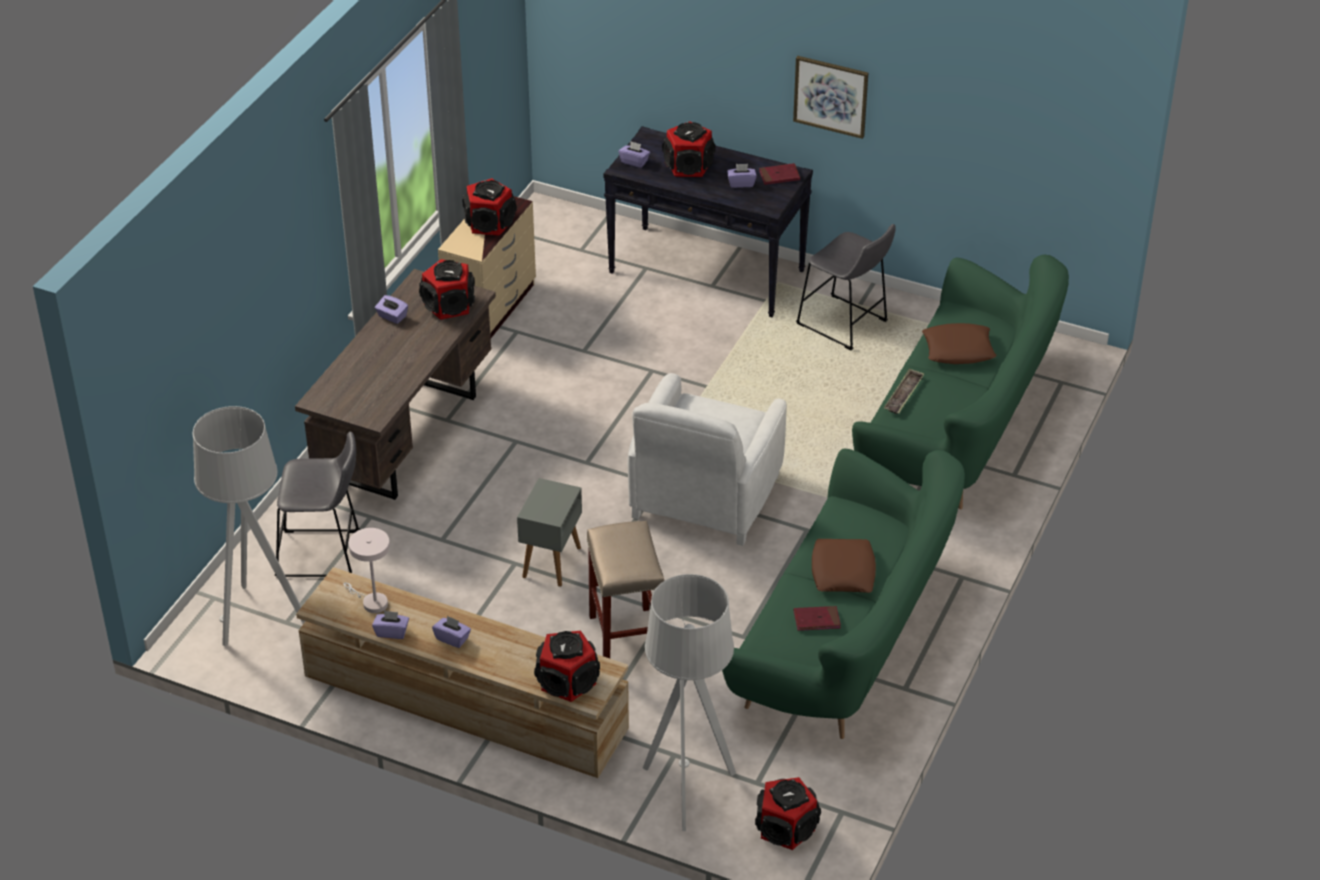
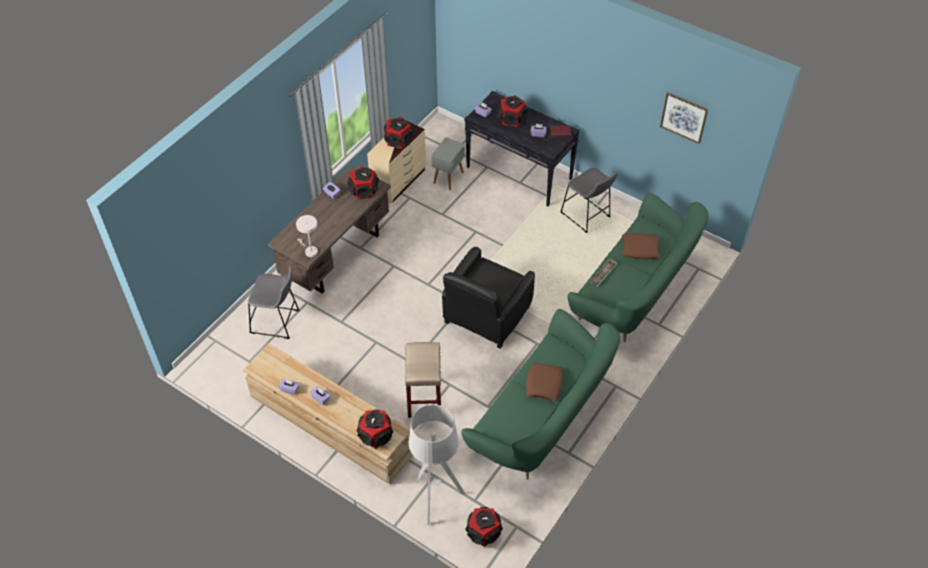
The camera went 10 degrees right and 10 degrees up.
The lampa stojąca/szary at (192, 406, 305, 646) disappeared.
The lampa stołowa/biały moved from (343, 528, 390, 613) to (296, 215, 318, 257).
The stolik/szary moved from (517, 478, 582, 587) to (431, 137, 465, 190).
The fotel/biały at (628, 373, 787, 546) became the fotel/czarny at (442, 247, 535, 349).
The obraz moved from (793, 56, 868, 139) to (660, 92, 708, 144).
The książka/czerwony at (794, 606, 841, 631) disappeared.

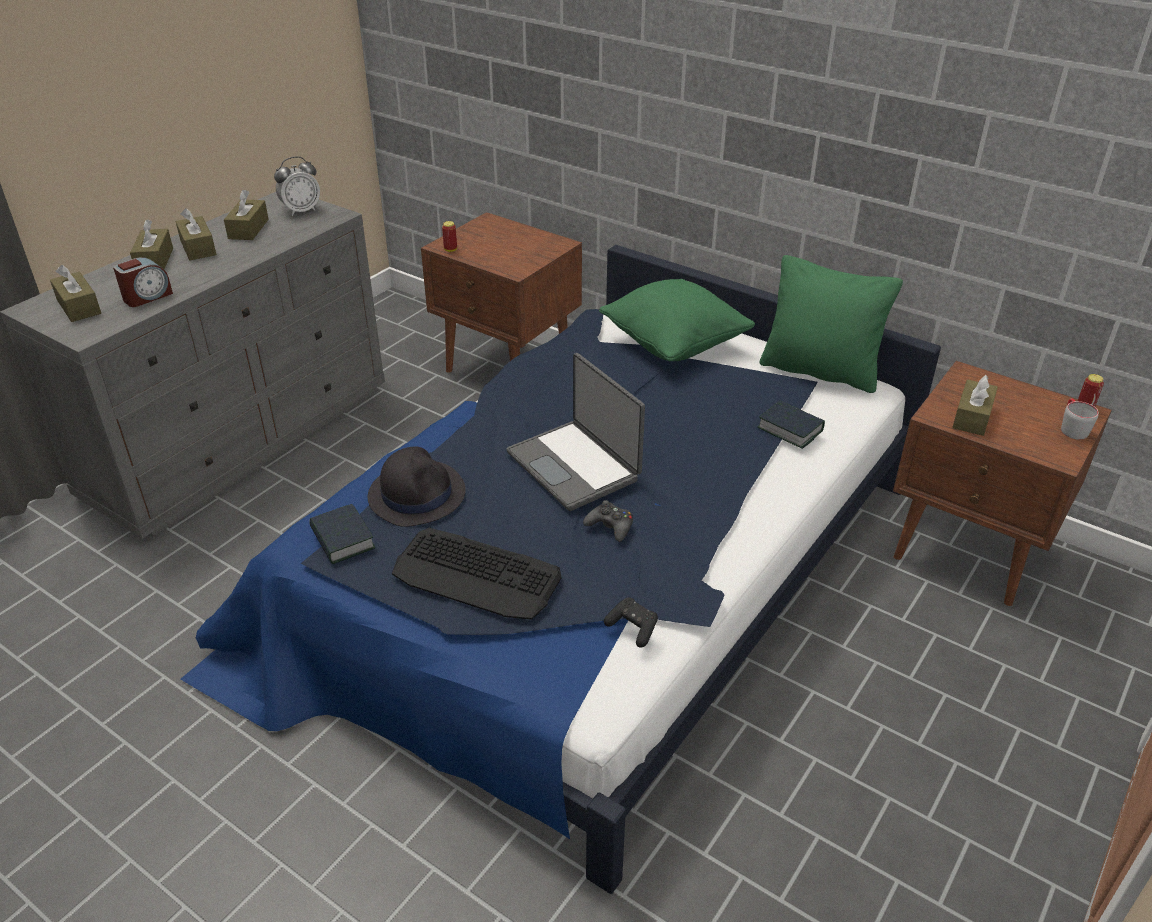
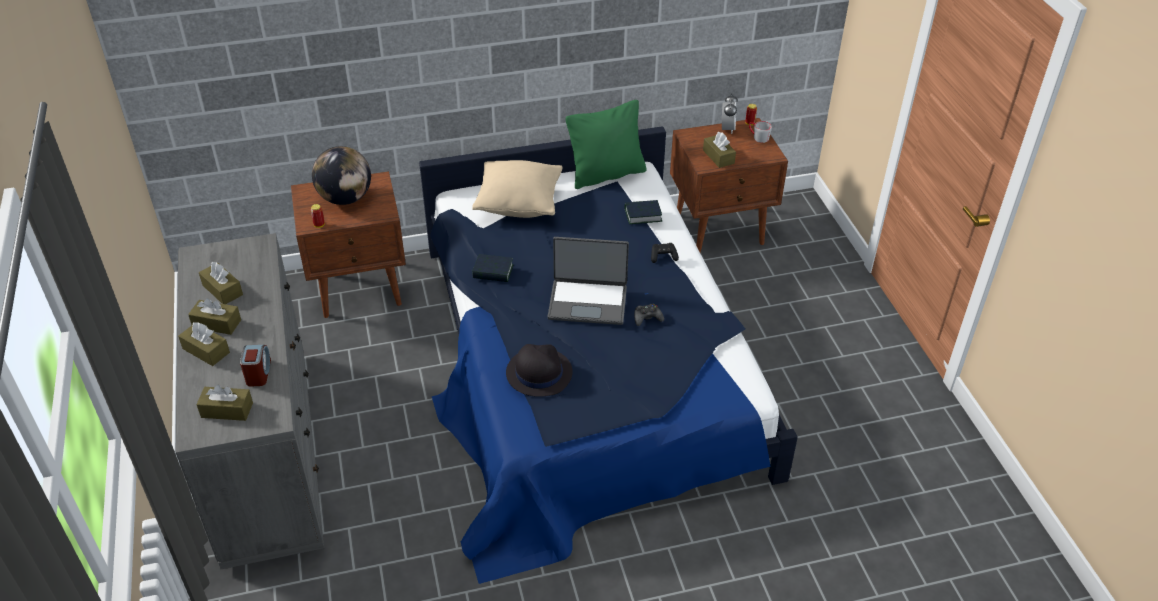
The camera went 50 degrees left and 5 degrees up.
The budzik moved from (274, 156, 320, 216) to (722, 94, 738, 134).
The książka moved from (309, 504, 375, 564) to (472, 254, 513, 282).
The klawiatura at (392, 528, 561, 620) disappeared.
The poduszka/zielony at (599, 279, 755, 361) became the poduszka/beżowy at (472, 160, 563, 218).
The pad do gier/czarny moved from (604, 597, 658, 648) to (651, 243, 679, 263).
The globus at (312, 146, 371, 205) appeared.

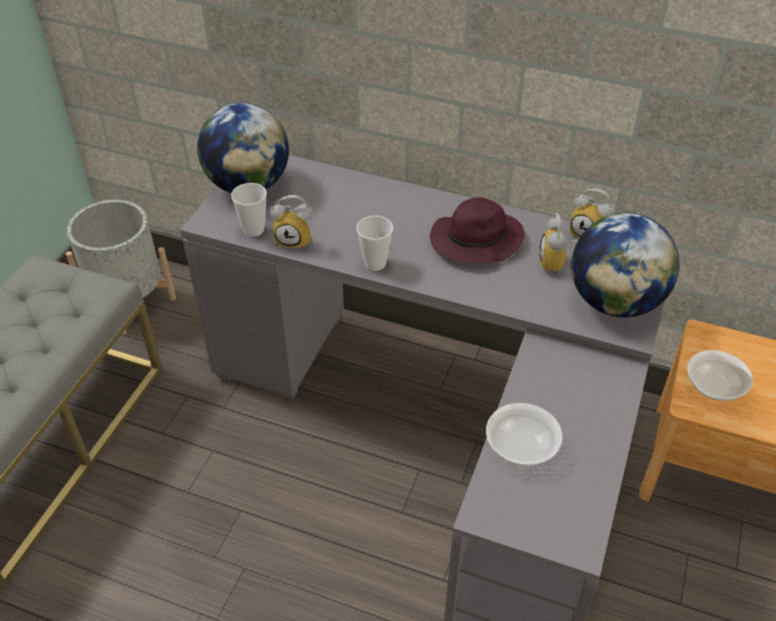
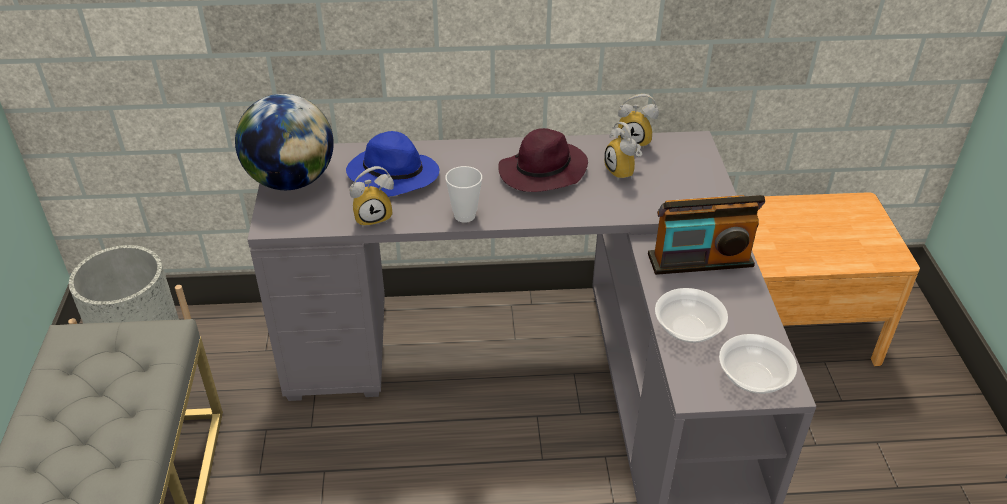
The camera went 25 degrees left and 5 degrees down.
The filiżanka at (231, 183, 267, 237) disappeared.
The globus at (571, 213, 680, 317) disappeared.
The miska moved from (687, 350, 753, 401) to (719, 334, 797, 394).
The kapelusz/niebieski at (346, 131, 439, 197) appeared.
The radio at (648, 195, 765, 275) appeared.

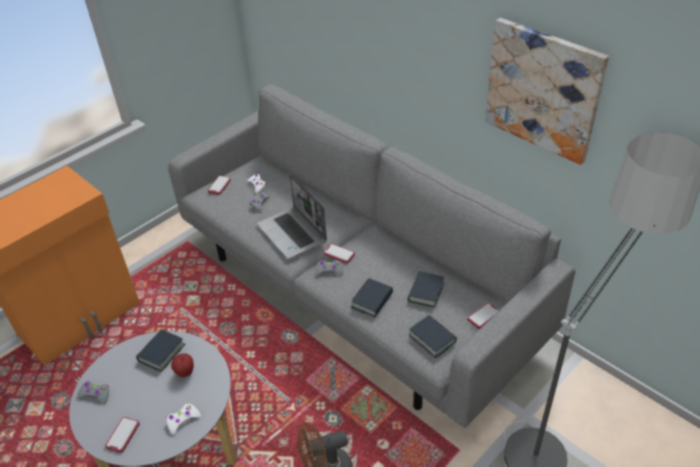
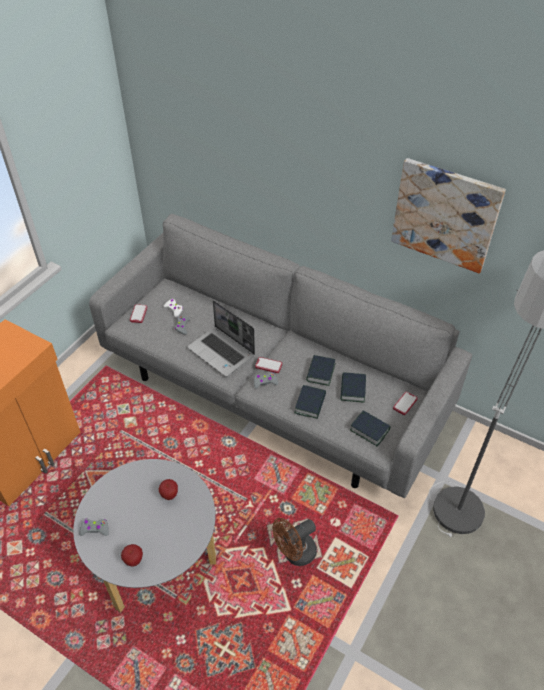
The camera went 15 degrees left and 5 degrees up.
The telefon at (105, 417, 140, 453) was replaced by the jabłko at (121, 544, 143, 567).
The książka moved from (136, 329, 186, 372) to (306, 355, 335, 386).
The pad do gier/biały at (166, 403, 201, 435) disappeared.

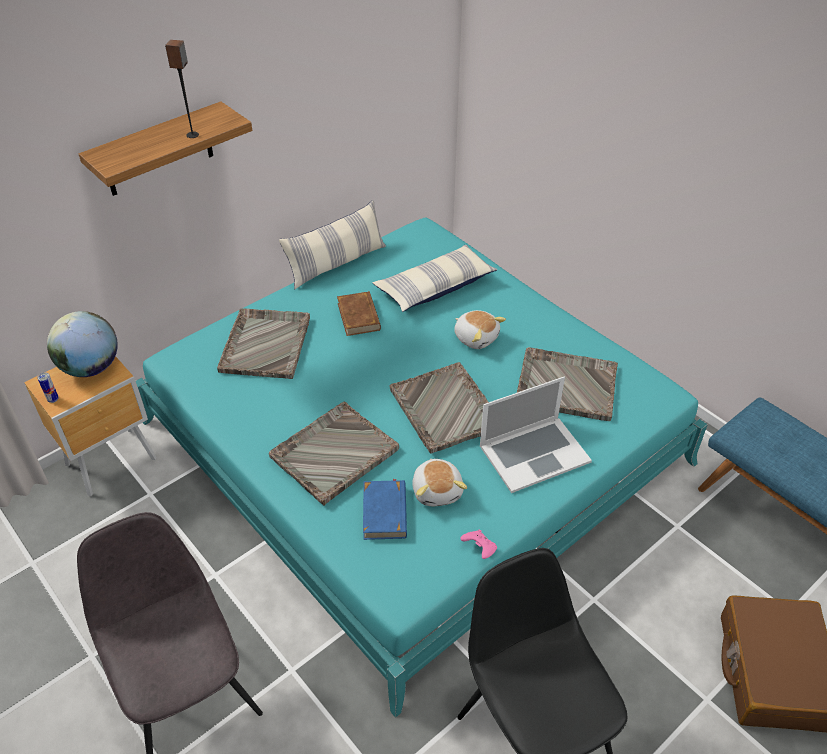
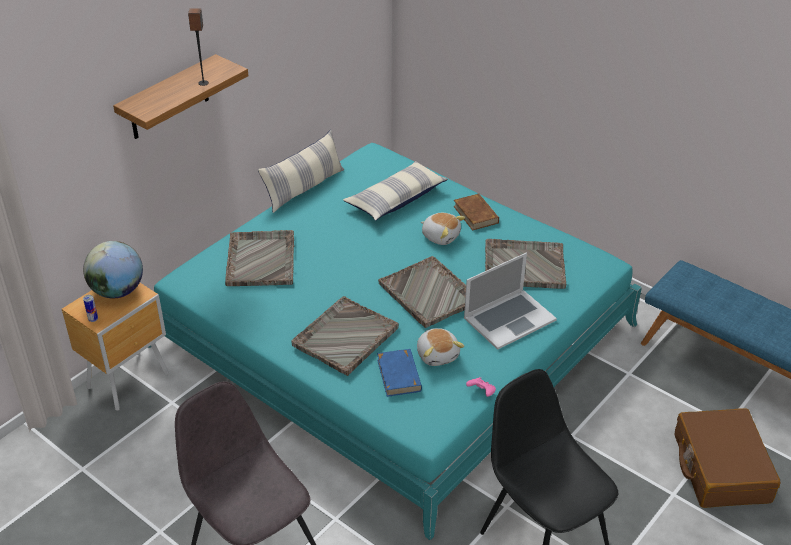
The camera went 10 degrees left and 5 degrees down.
The książka/brązowy moved from (337, 291, 381, 336) to (454, 194, 499, 231).

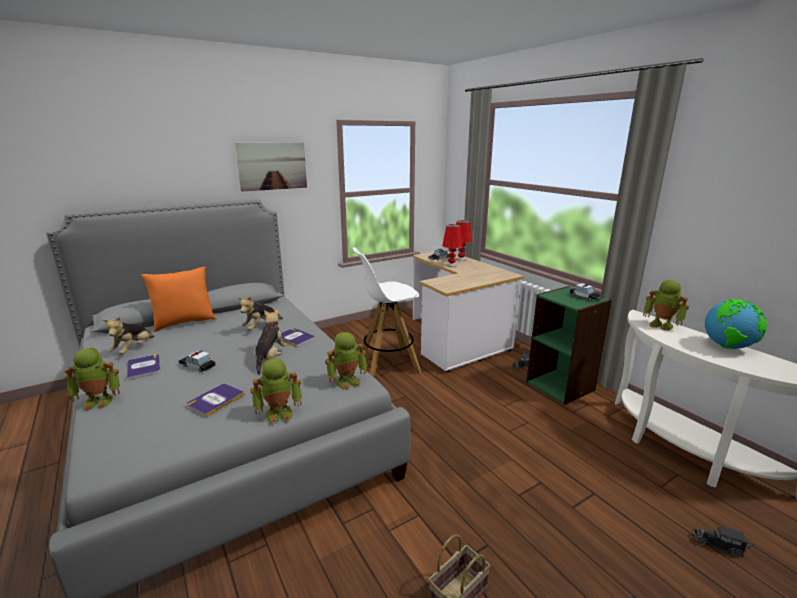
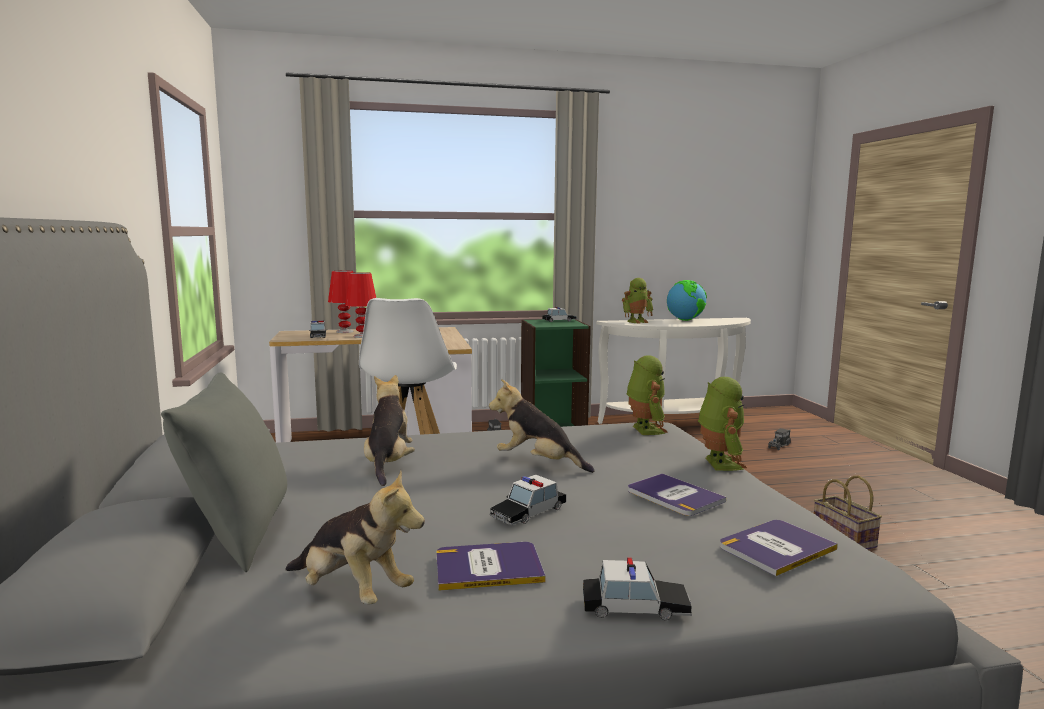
The camera went 70 degrees left and 10 degrees down.
The robot zabawkowy at (64, 348, 120, 411) was replaced by the samochodzik at (583, 557, 692, 620).
The poduszka/pomarańczowy at (141, 267, 216, 332) became the poduszka/szary at (161, 372, 287, 572).
The obraz at (235, 142, 307, 192) disappeared.
The pluszak at (238, 297, 283, 330) turned 150 degrees counterclockwise.
The książka moved from (281, 328, 315, 347) to (720, 520, 838, 576).

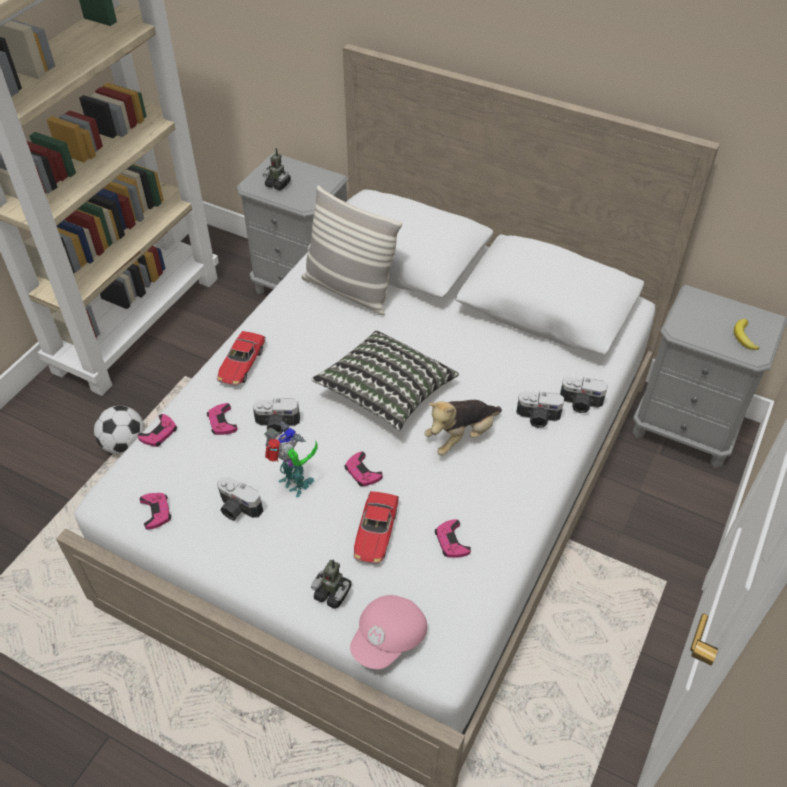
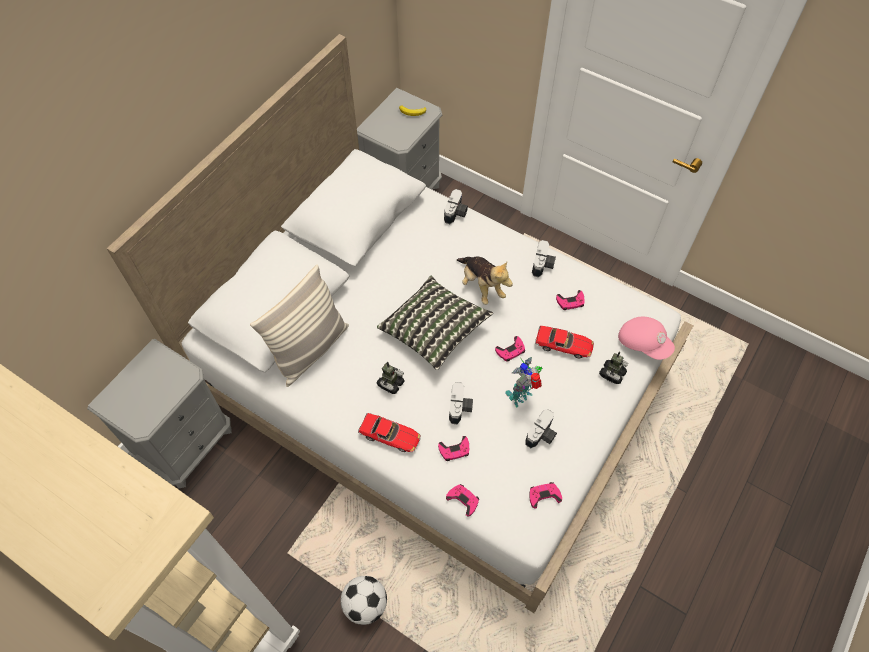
The camera went 85 degrees left and 10 degrees up.
The robot zabawkowy moved from (262, 148, 291, 190) to (376, 362, 405, 394).
The aparat fotograficzny moved from (516, 391, 564, 428) to (532, 240, 556, 277).

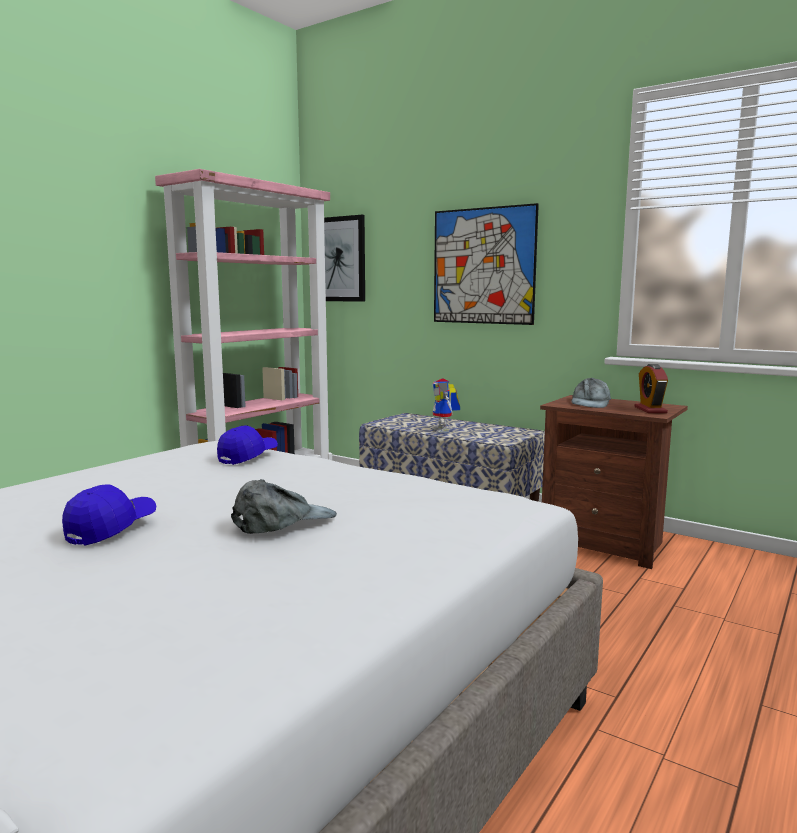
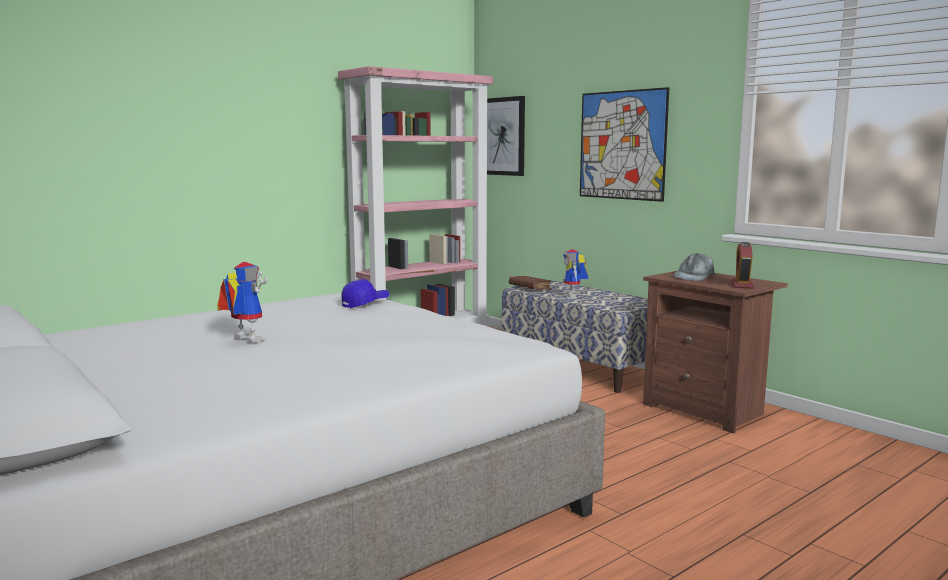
The camera went 15 degrees right and 0 degrees up.
The czapka z daszkiem/niebieski at (62, 484, 156, 546) was replaced by the robot zabawkowy at (217, 262, 267, 343).
The czapka z daszkiem/szary at (231, 479, 337, 534) disappeared.
The książka/brązowy at (509, 276, 552, 290) appeared.

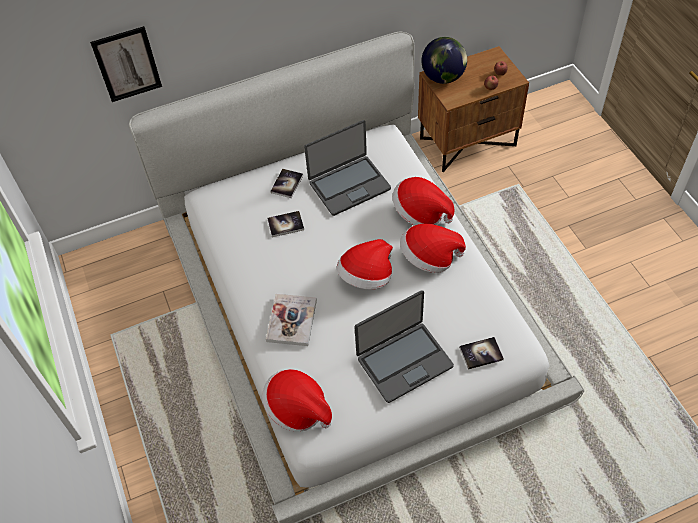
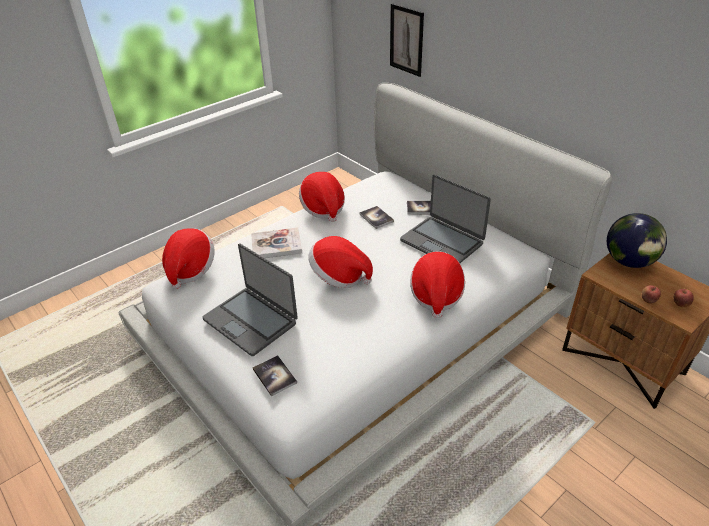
The camera went 70 degrees right and 15 degrees down.
The kapelusz moved from (400, 224, 466, 273) to (299, 172, 345, 222).

